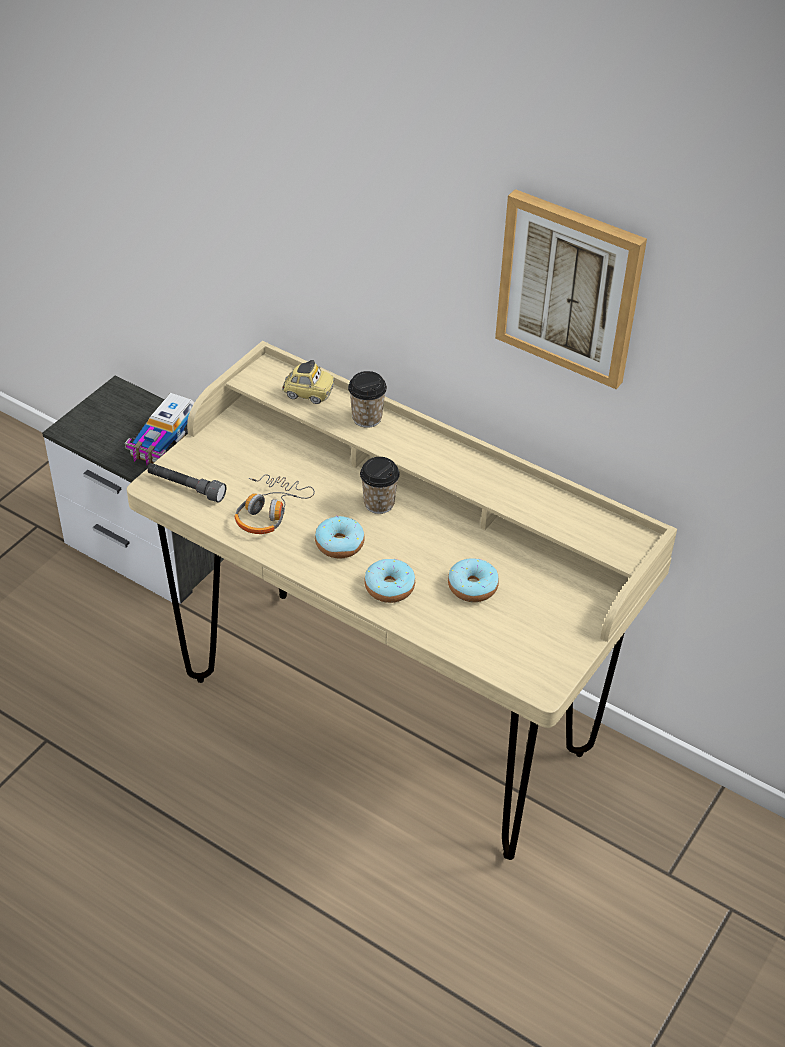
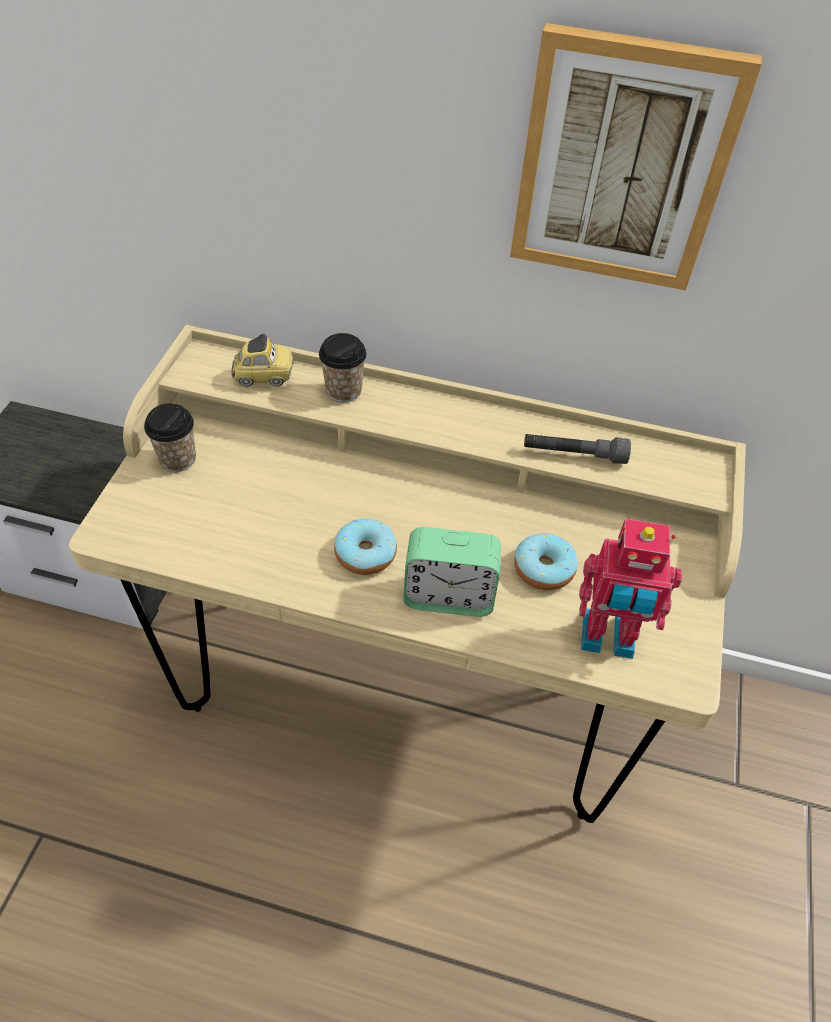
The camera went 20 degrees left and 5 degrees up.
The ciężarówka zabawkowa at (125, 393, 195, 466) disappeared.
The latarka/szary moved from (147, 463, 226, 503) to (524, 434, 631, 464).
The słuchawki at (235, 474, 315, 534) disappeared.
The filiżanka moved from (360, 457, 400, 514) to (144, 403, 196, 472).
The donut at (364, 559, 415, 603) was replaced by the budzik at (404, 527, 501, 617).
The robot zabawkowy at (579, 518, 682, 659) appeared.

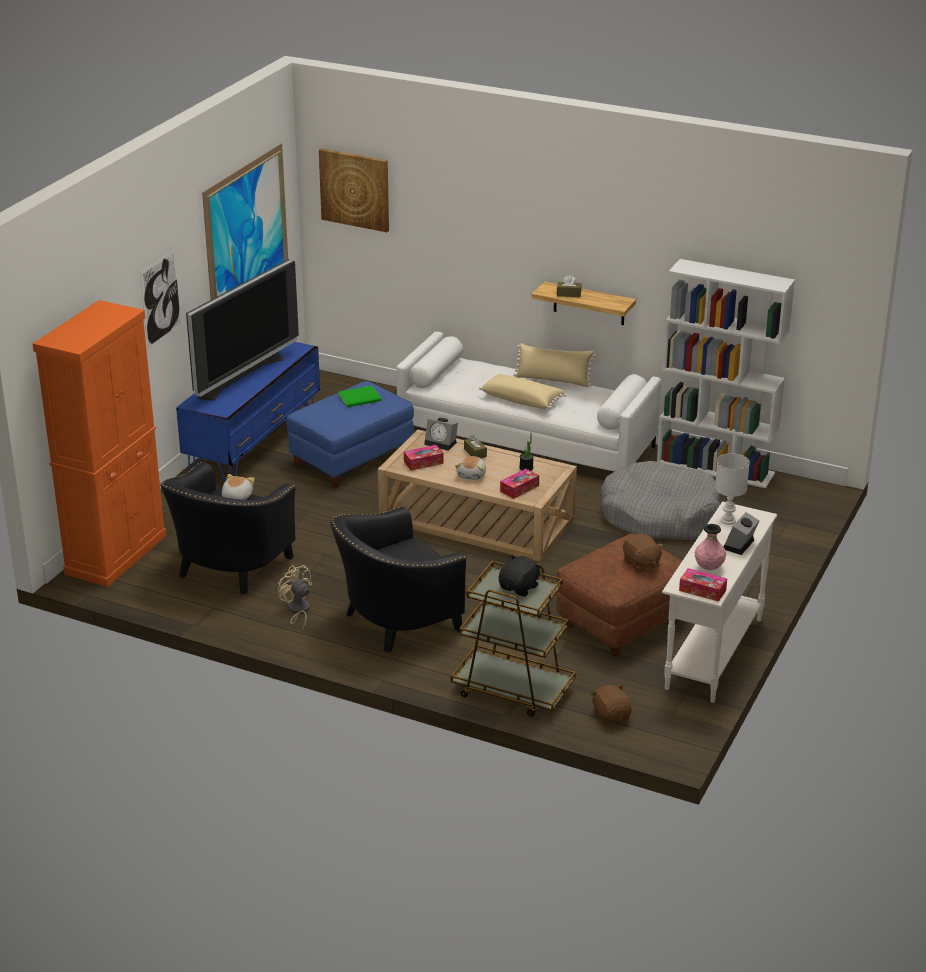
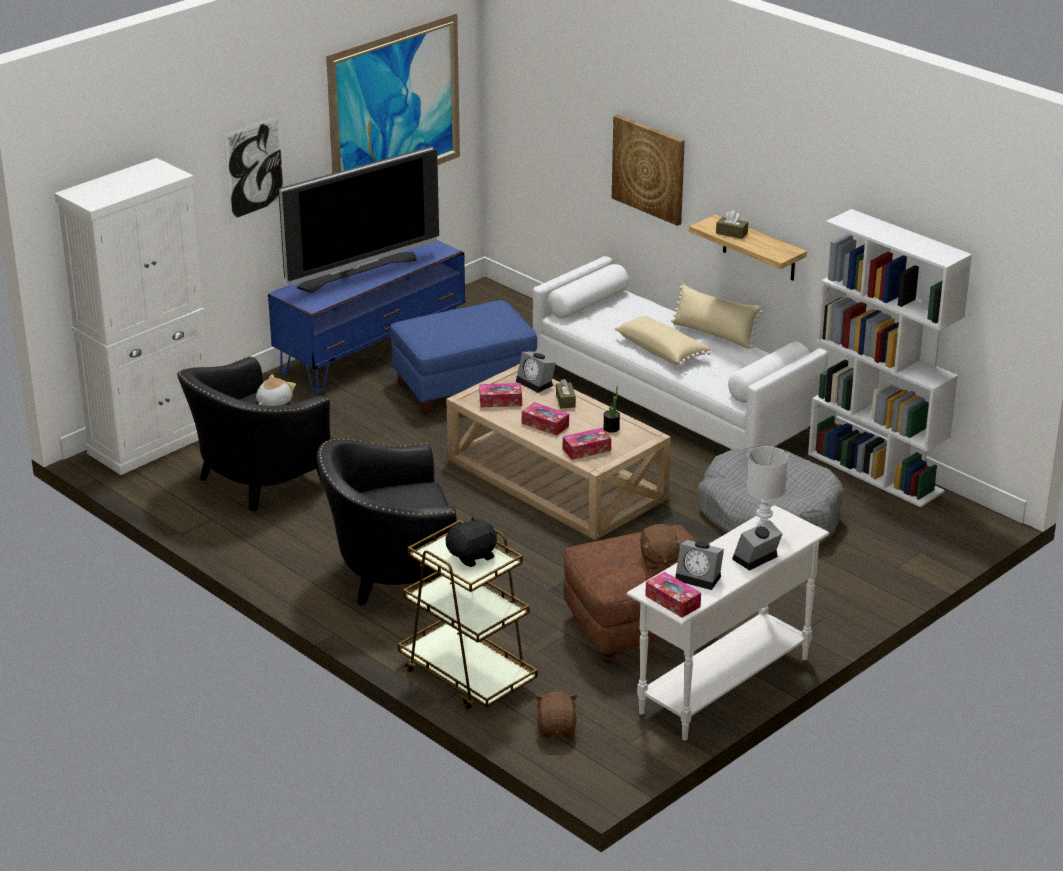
The camera went 20 degrees right and 0 degrees up.
The szafka/pomarańczowy at (33, 300, 167, 587) became the szafka/biały at (54, 158, 208, 475).
The wentylator/beżowy at (278, 565, 313, 631) disappeared.
The obraz moved from (319, 148, 389, 232) to (612, 115, 685, 226).
The książka/zielony at (338, 386, 381, 407) disappeared.
The pluszak at (455, 456, 486, 480) was replaced by the pudełko chusteczek at (522, 402, 569, 436).
The wazon/różowy at (695, 524, 726, 570) was replaced by the budzik at (675, 540, 724, 590).

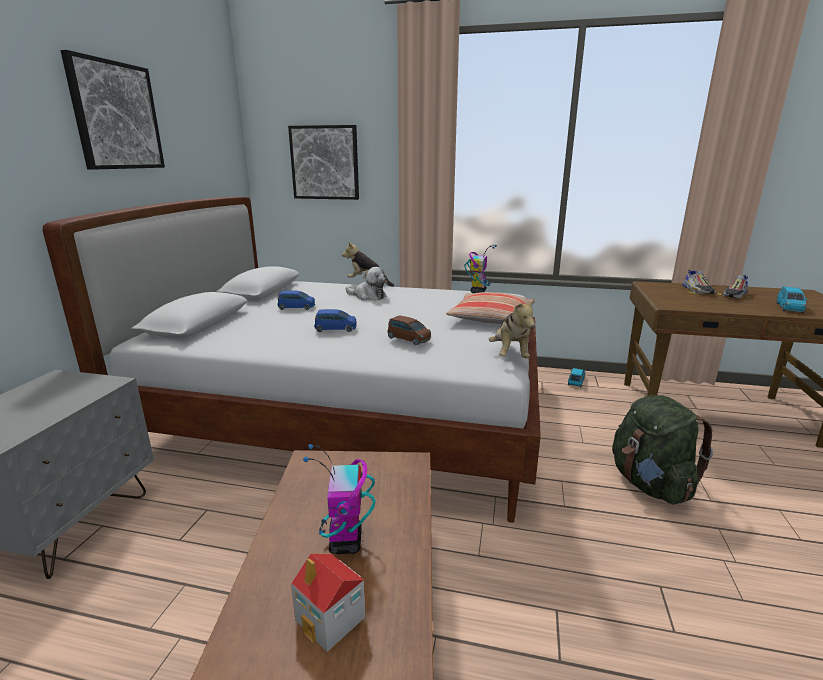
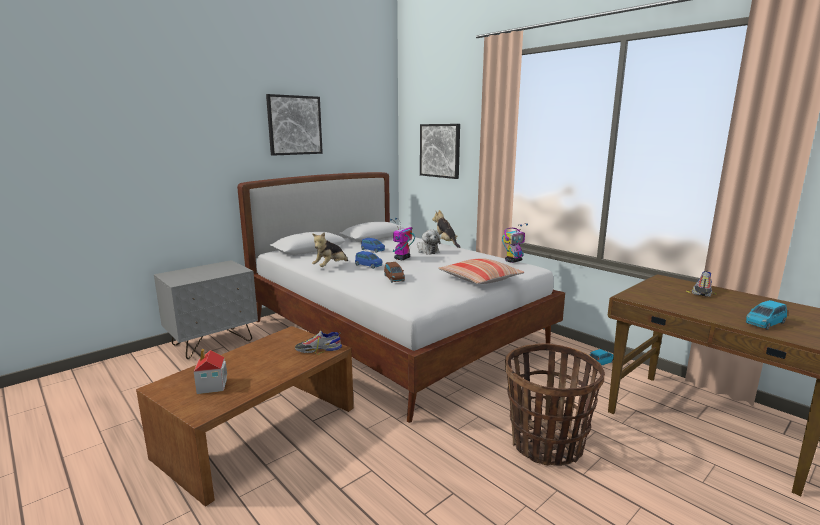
The camera went 35 degrees right and 5 degrees down.
The robot zabawkowy moved from (303, 444, 376, 554) to (390, 218, 415, 260).
The pluszak moved from (489, 298, 535, 358) to (312, 232, 348, 267).
The plecak/zielony at (612, 395, 713, 504) was replaced by the koszyk at (505, 343, 605, 466).
The but moved from (718, 275, 749, 298) to (295, 331, 342, 355).

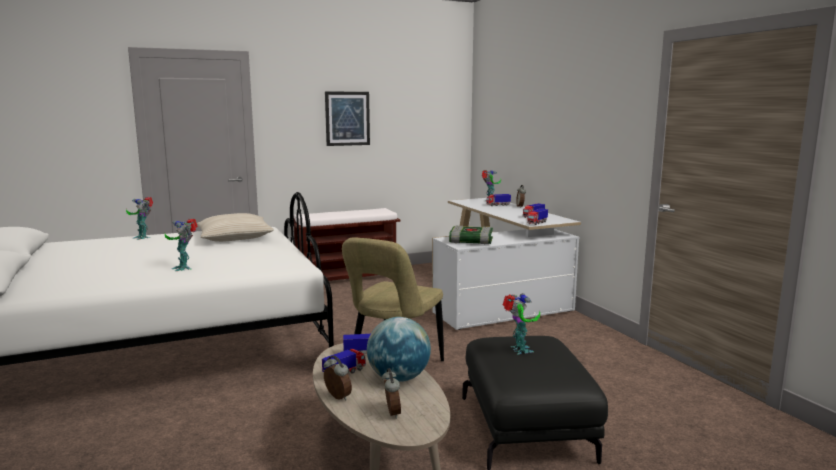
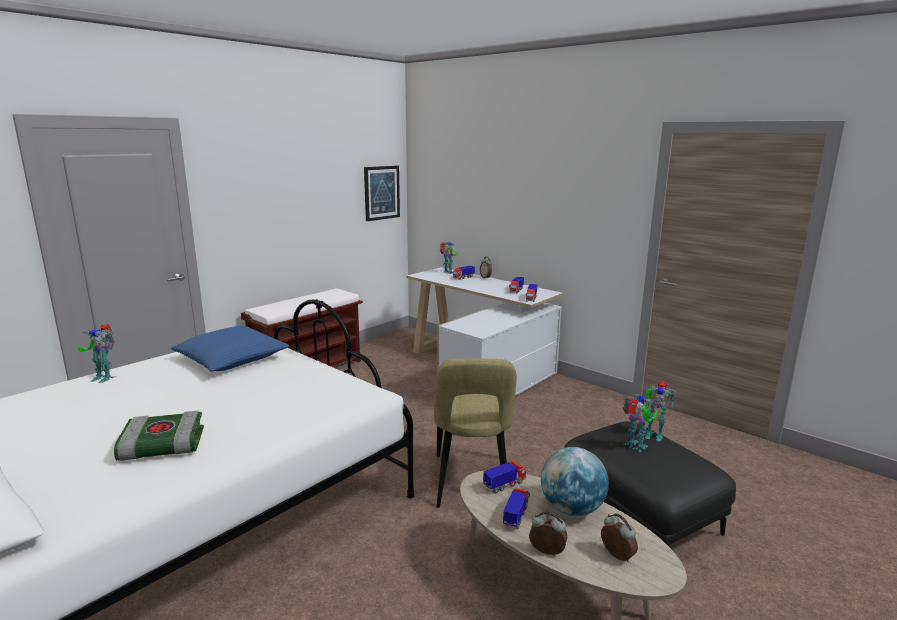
The camera went 25 degrees left and 5 degrees up.
The robot zabawkowy moved from (165, 219, 198, 271) to (645, 381, 675, 441).
The poduszka/beżowy at (197, 213, 274, 242) became the poduszka/niebieski at (171, 326, 289, 372).
The obraz moved from (325, 91, 370, 146) to (364, 166, 400, 221).
The książka moved from (449, 226, 493, 244) to (114, 411, 204, 461).

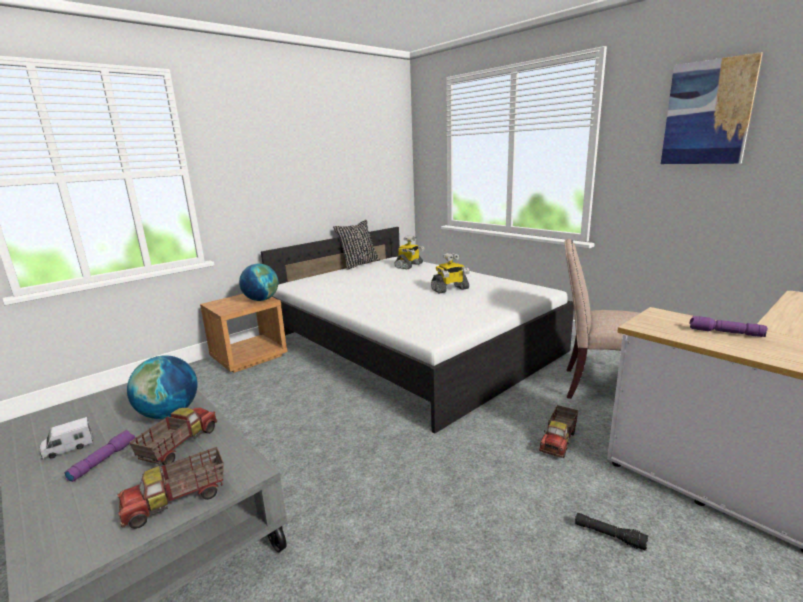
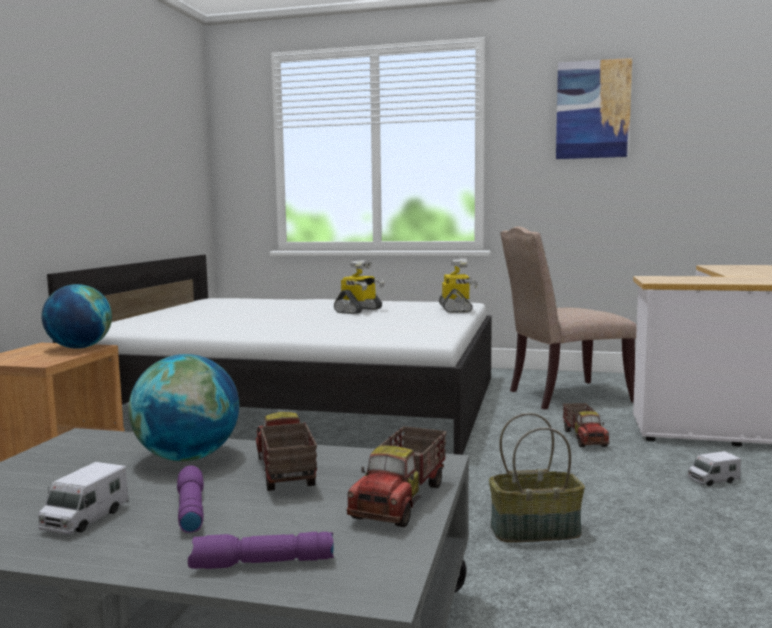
The camera went 35 degrees left and 10 degrees down.
The poduszka/czarny at (333, 220, 380, 270) disappeared.
The robot zabawkowy moved from (394, 236, 425, 269) to (439, 258, 478, 313).
The latarka/czarny at (575, 512, 648, 551) was replaced by the ciężarówka zabawkowa at (687, 451, 741, 486).
The latarka/fioletowy moved from (689, 316, 768, 337) to (188, 532, 334, 569).
The koszyk at (489, 413, 585, 542) appeared.

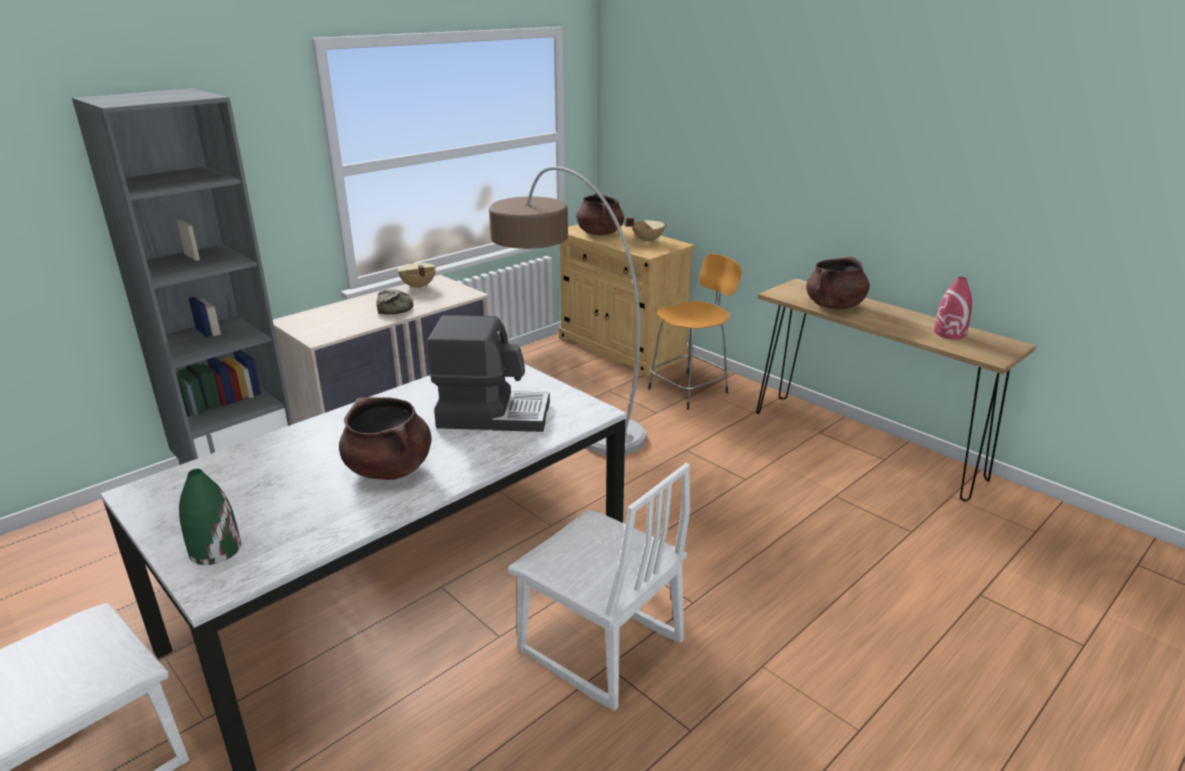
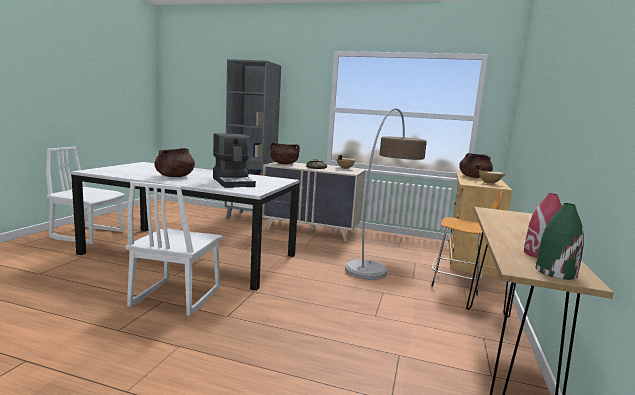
The camera went 60 degrees right and 15 degrees down.
The wazon/zielony moved from (179, 469, 241, 565) to (536, 203, 584, 280).
The garnek/brązowy moved from (806, 257, 870, 309) to (270, 142, 300, 164).

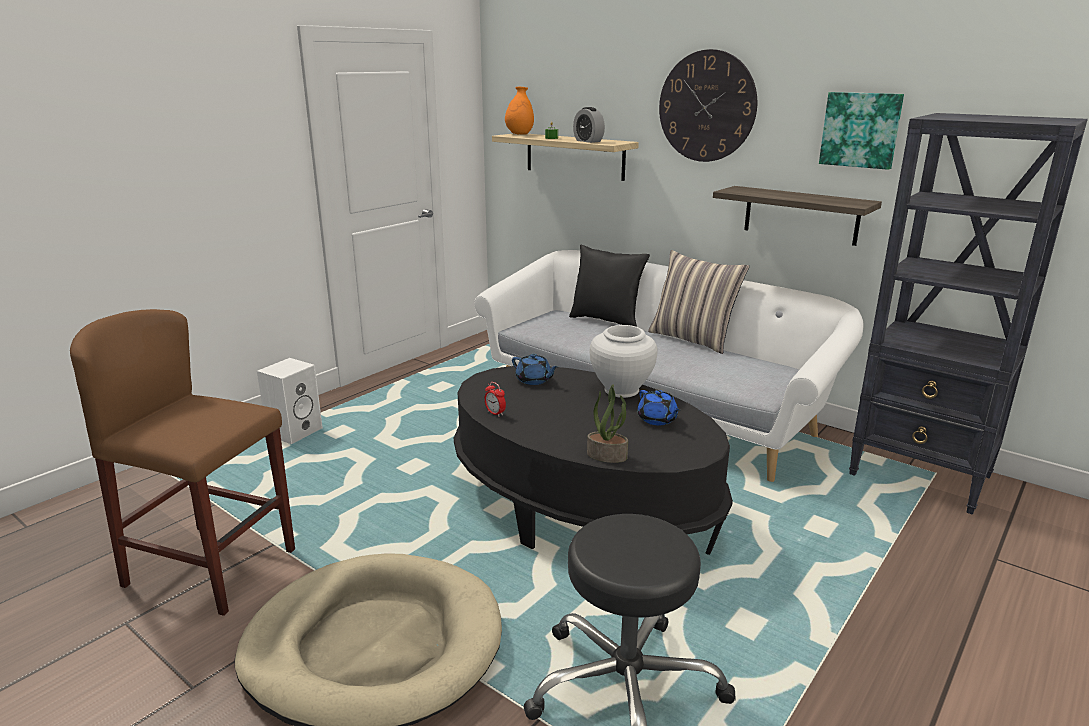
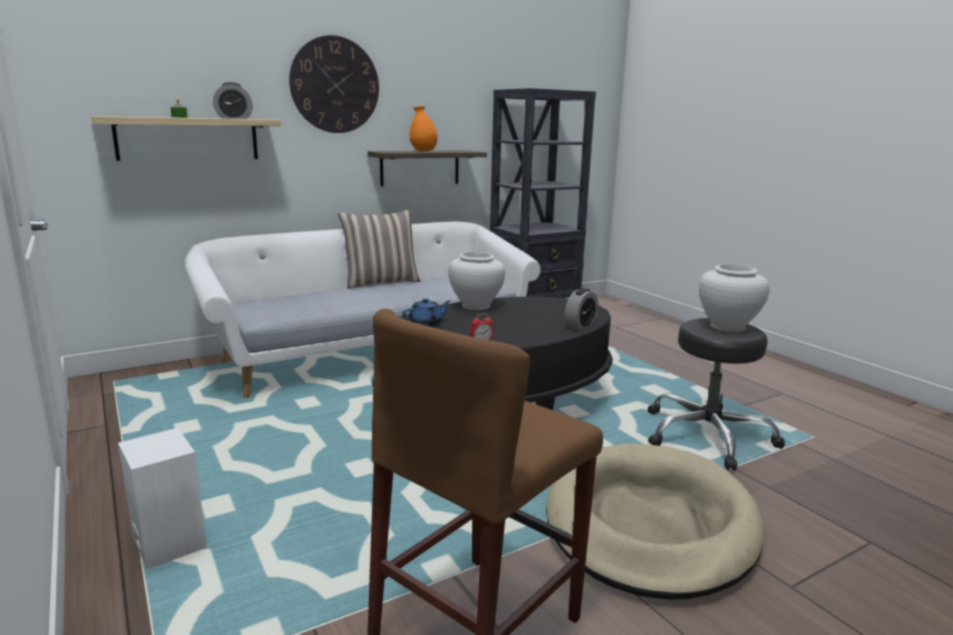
The camera went 70 degrees left and 5 degrees down.
The wazon/pomarańczowy moved from (505, 87, 534, 135) to (410, 106, 438, 152).
The poduszka/czarny at (569, 245, 650, 327) disappeared.
The roślina doniczkowa at (587, 384, 628, 463) was replaced by the budzik at (565, 288, 598, 330).
The imbryk/niebieski at (637, 390, 680, 425) disappeared.
The obraz at (819, 92, 904, 170) disappeared.
The wazon/biały at (699, 264, 770, 332) appeared.

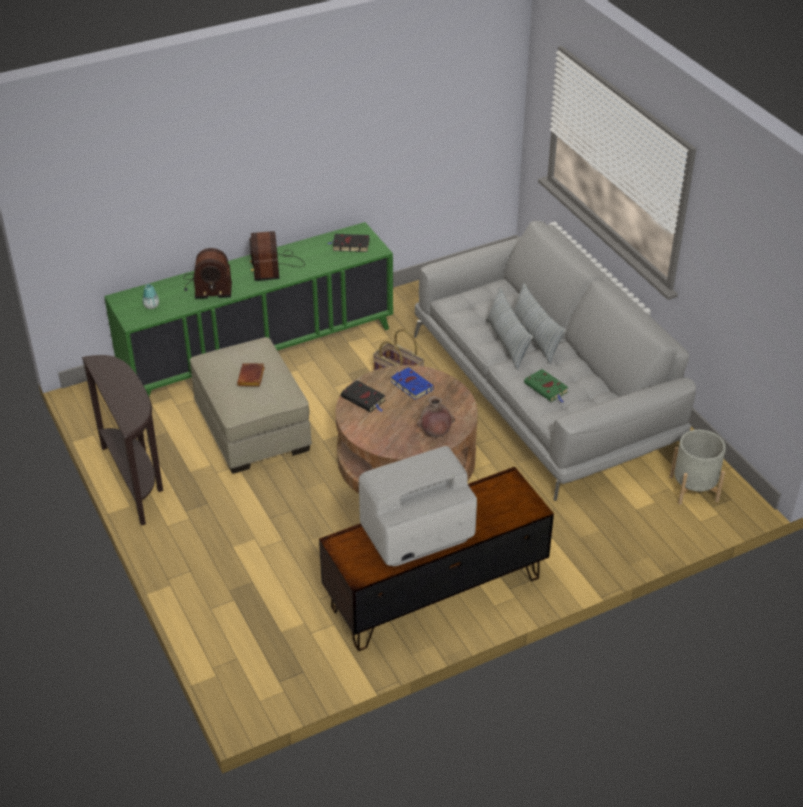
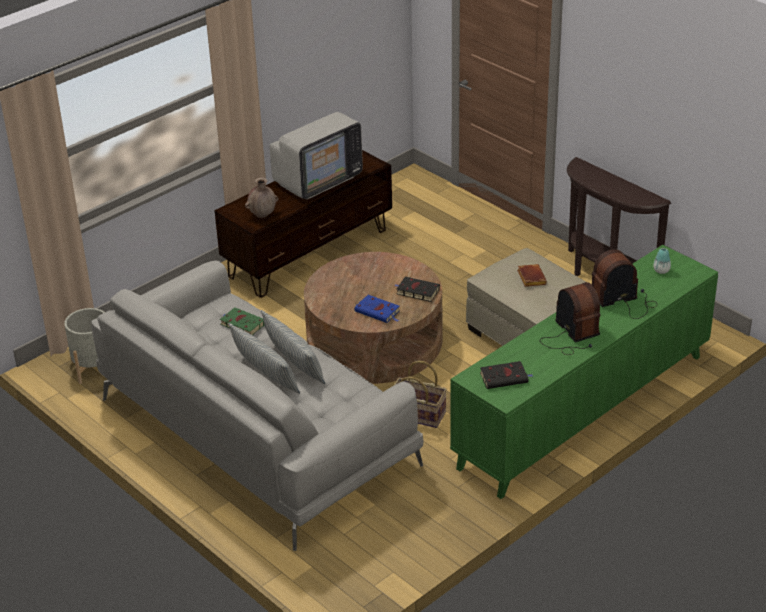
The camera went 165 degrees right and 5 degrees down.
The wazon/brązowy moved from (417, 396, 455, 438) to (245, 178, 278, 218).

